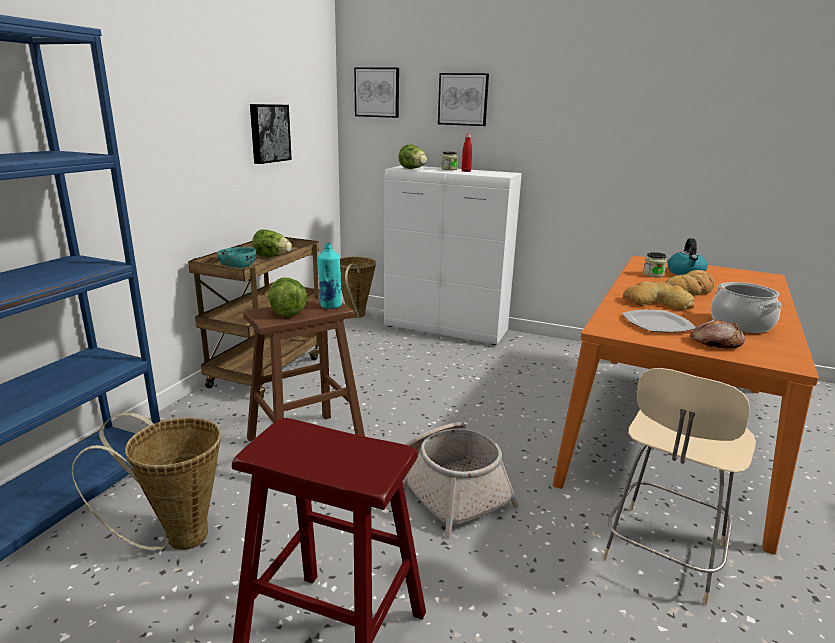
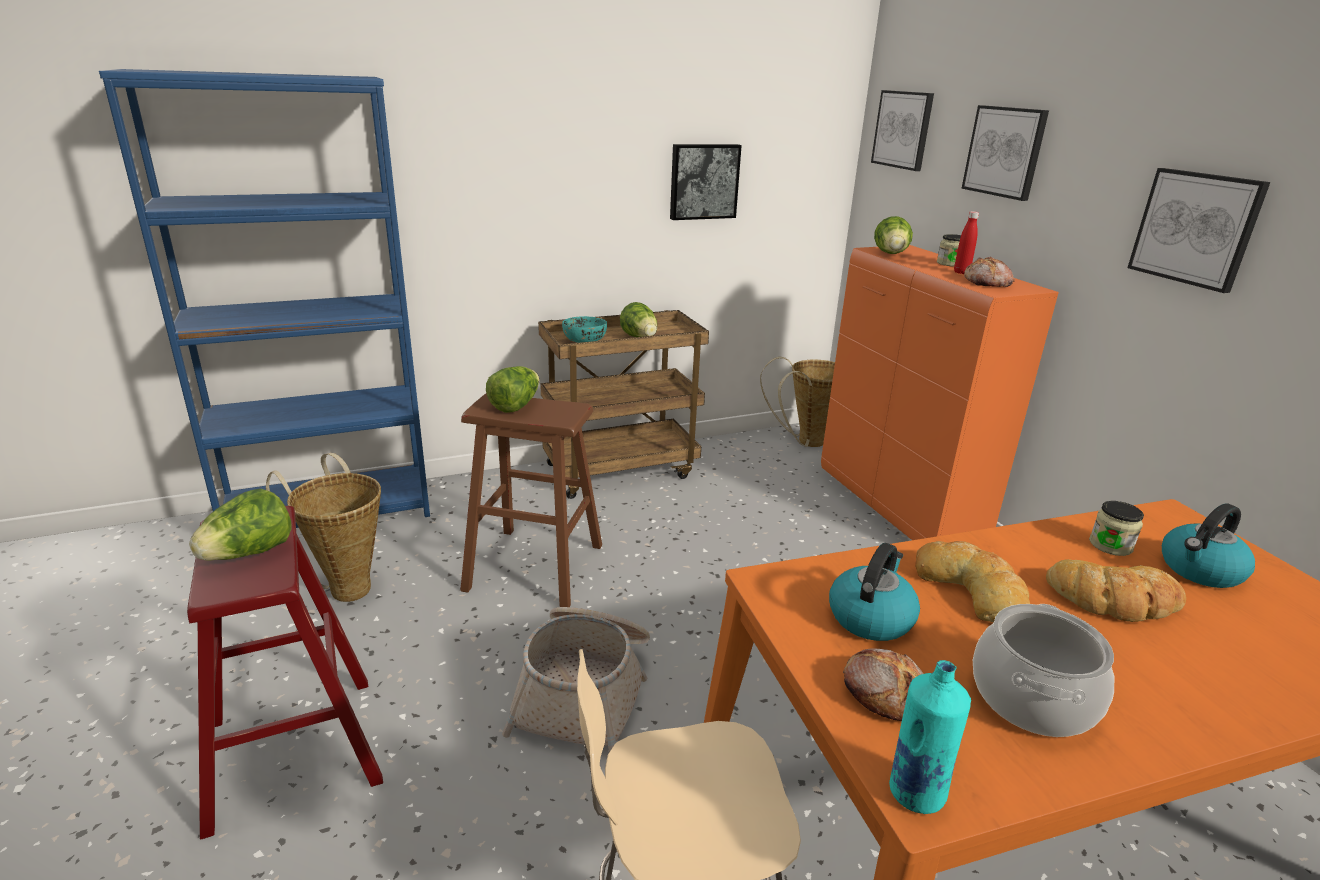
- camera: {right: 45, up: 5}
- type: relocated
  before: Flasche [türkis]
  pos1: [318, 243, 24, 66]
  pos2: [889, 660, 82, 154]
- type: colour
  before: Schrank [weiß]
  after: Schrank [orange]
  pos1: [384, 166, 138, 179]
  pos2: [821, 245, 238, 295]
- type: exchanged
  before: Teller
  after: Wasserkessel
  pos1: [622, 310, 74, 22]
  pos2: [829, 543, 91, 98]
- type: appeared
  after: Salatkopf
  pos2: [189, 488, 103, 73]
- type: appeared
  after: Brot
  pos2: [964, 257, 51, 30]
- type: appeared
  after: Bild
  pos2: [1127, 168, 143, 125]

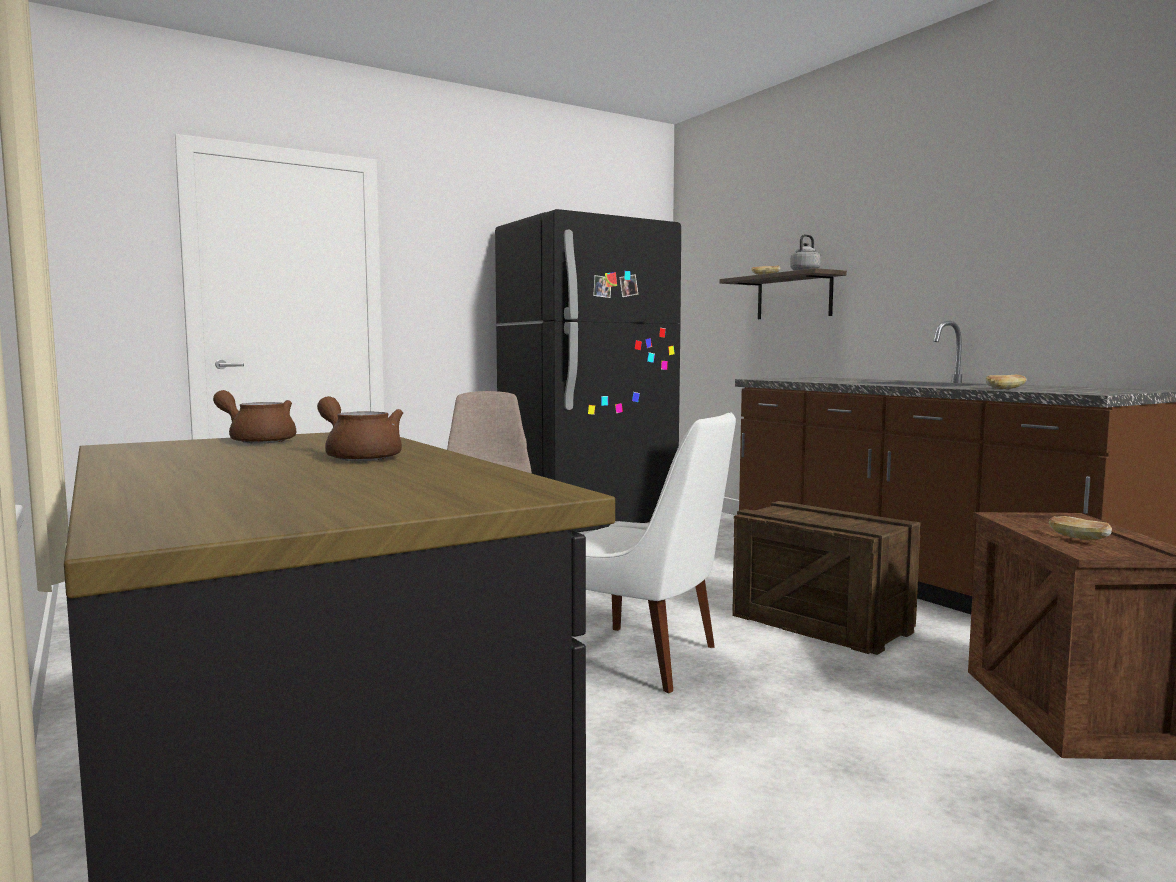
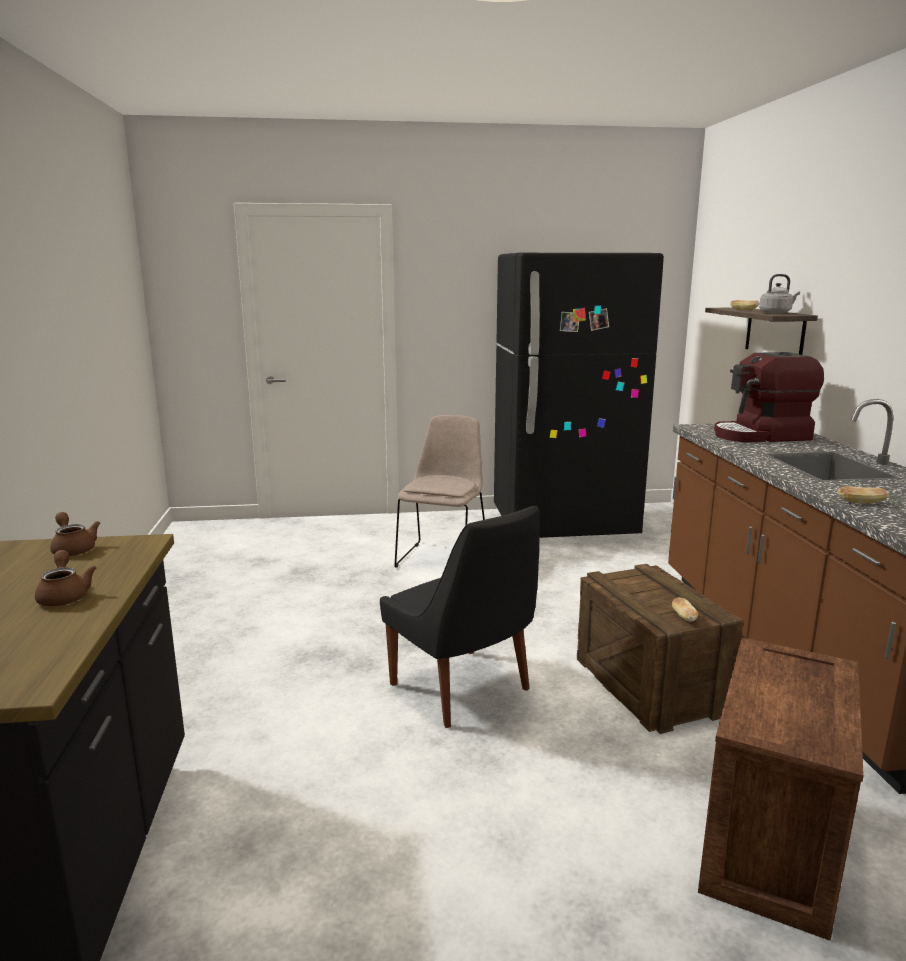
- camera: {right: 25, up: 10}
- type: colour
  before: Stuhl [weiß]
  after: Stuhl [schwarz]
  pos1: [585, 412, 151, 281]
  pos2: [380, 505, 160, 223]
- type: relocated
  before: Brot
  pos1: [1049, 516, 63, 24]
  pos2: [672, 597, 26, 25]
- type: appeared
  after: Kaffeemaschine
  pos2: [714, 352, 110, 91]

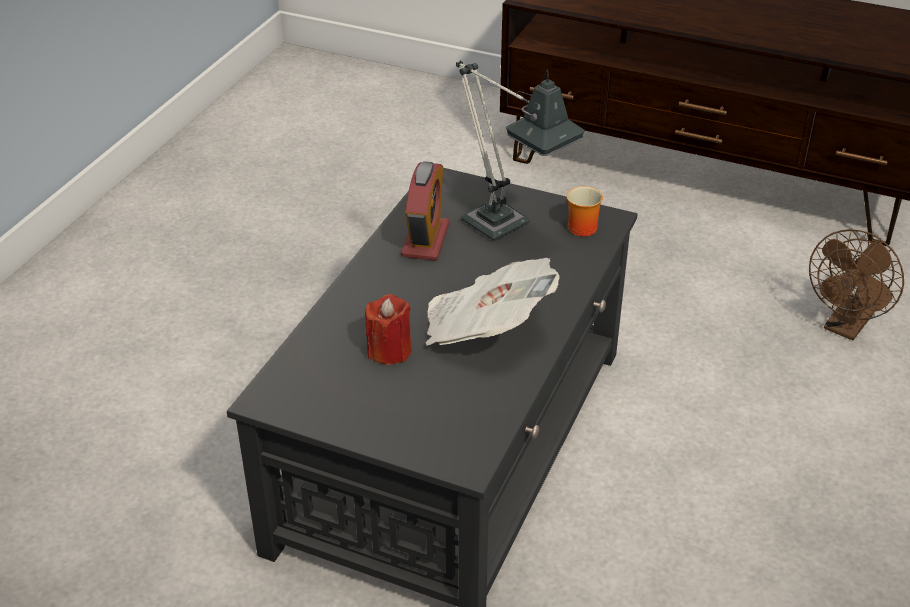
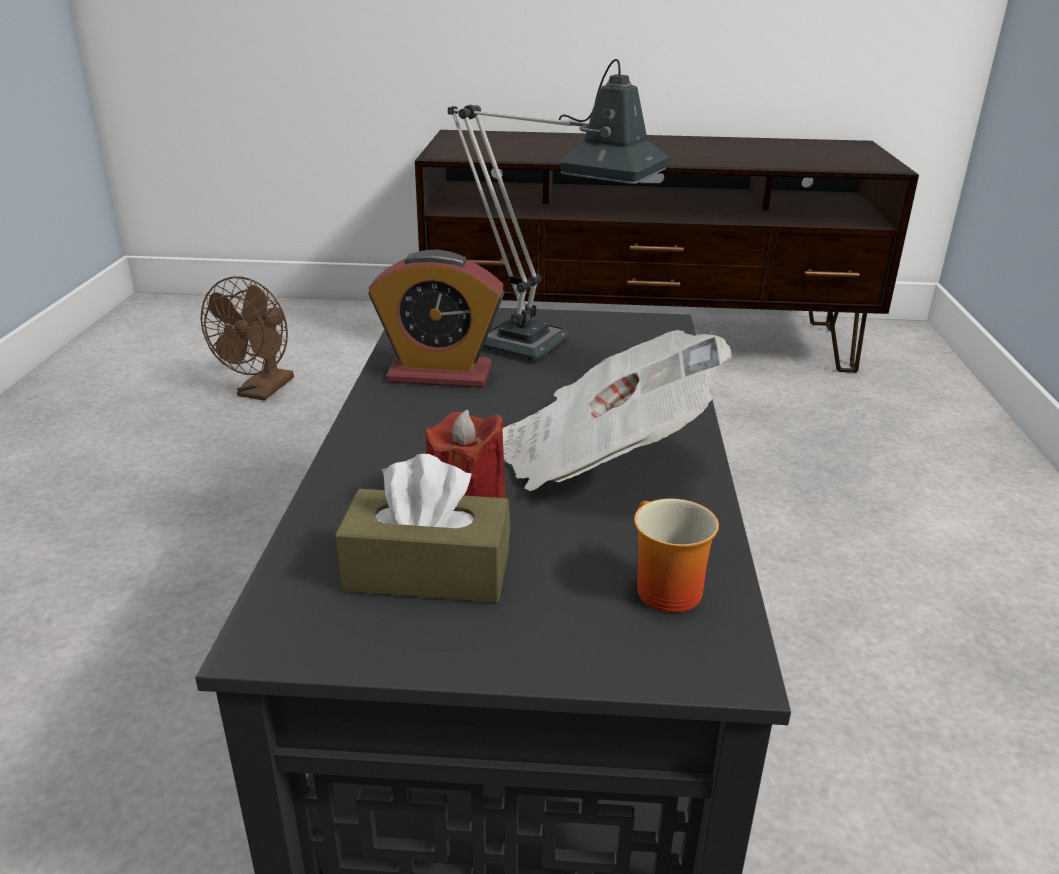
- camera: {right: -20, up: -10}
- type: spun
  before: Wecker
  pos1: [401, 161, 48, 100]
  pos2: [368, 250, 137, 138]
  turn: 105
- type: relocated
  before: Henkelbecher
  pos1: [567, 186, 36, 50]
  pos2: [634, 498, 85, 115]
- type: relocated
  before: Ventilator [braun]
  pos1: [809, 229, 95, 111]
  pos2: [201, 276, 93, 125]
- type: appeared
  after: Taschentuchbox [braun]
  pos2: [335, 454, 175, 149]

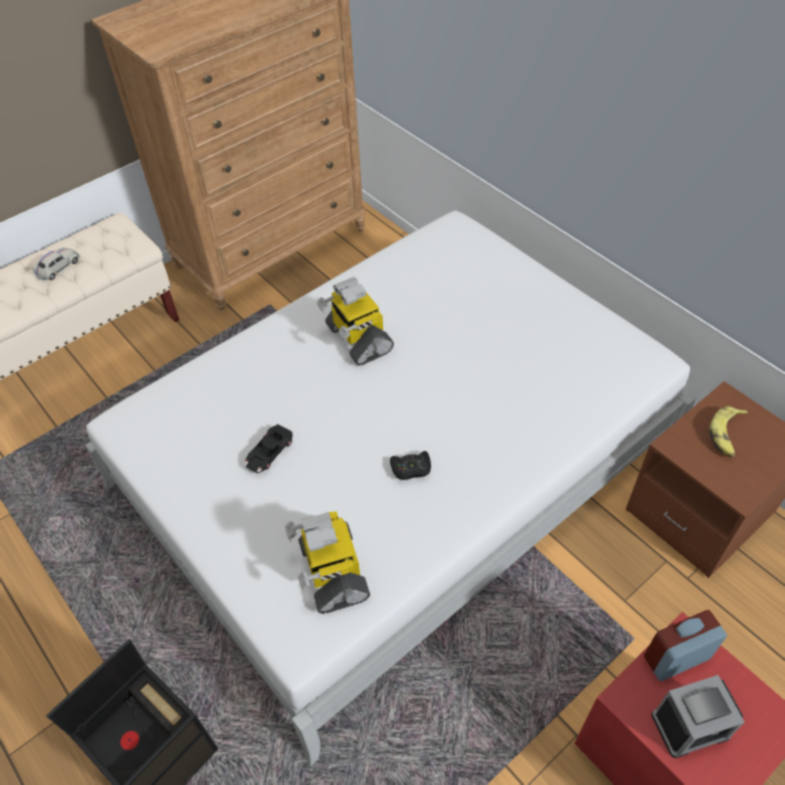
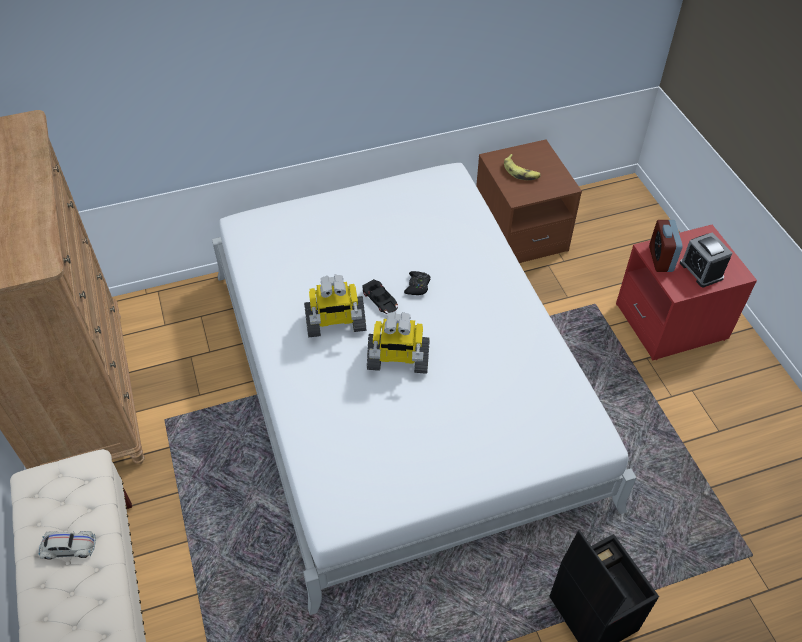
- camera: {right: -70, up: 0}
- type: spun
  before: Spielzeugauto [weiß]
  pos1: [33, 247, 47, 33]
  pos2: [39, 531, 57, 29]
  turn: 120
- type: relocated
  before: Spielzeugauto [schwarz]
  pos1: [245, 424, 48, 49]
  pos2: [362, 279, 36, 35]
- type: relocated
  before: Spielzeugroboter
  pos1: [285, 511, 85, 103]
  pos2: [367, 312, 63, 62]
- type: relocated
  before: Gamepad [schwarz]
  pos1: [390, 451, 41, 29]
  pos2: [404, 271, 26, 24]
- type: spun
  before: Wecker
  pos1: [652, 675, 93, 83]
  pos2: [680, 232, 52, 55]
  turn: 150

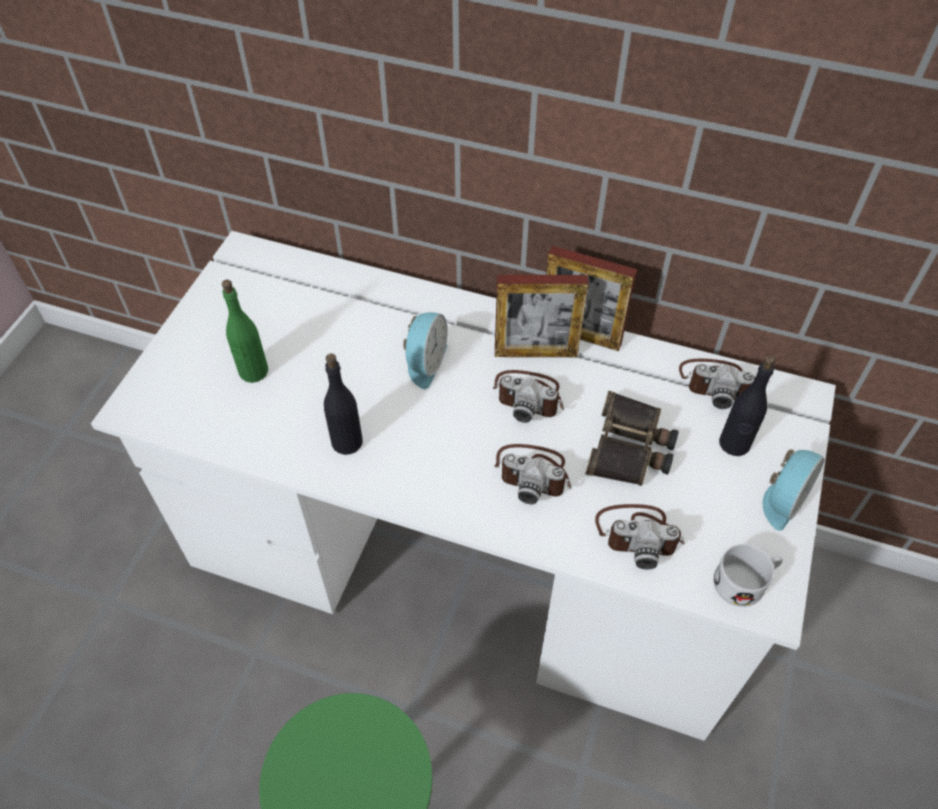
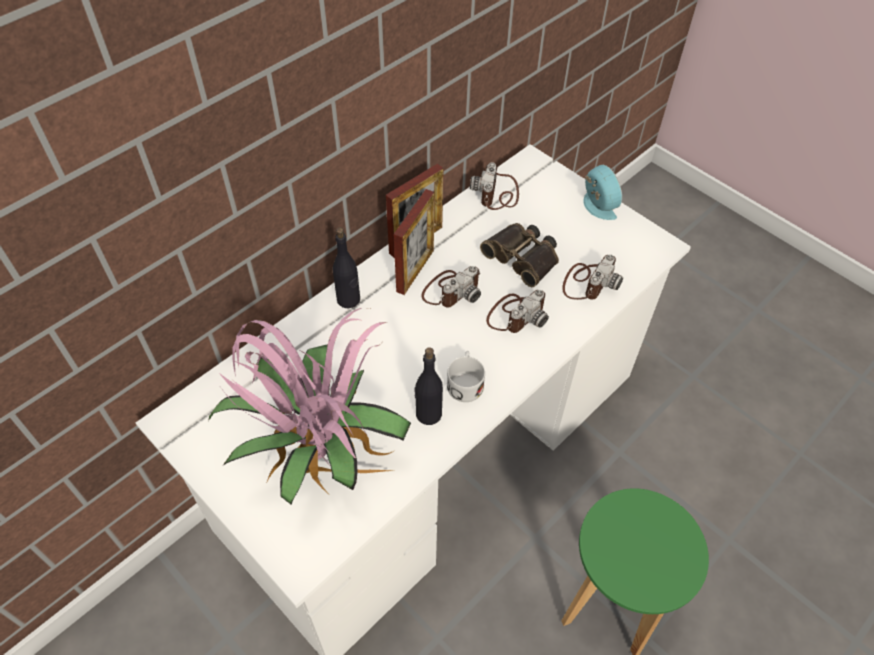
- camera: {right: -65, up: 0}
- type: exchanged
  before: Flasche [grün]
  after: Topfpflanze
  pos1: [222, 280, 46, 103]
  pos2: [208, 308, 203, 197]
- type: missing
  before: Wecker
  pos1: [403, 312, 44, 77]
- type: spun
  before: Kamera
  pos1: [679, 359, 76, 50]
  pos2: [470, 162, 49, 48]
  turn: 150
- type: relocated
  before: Henkelbecher [weiß]
  pos1: [714, 544, 69, 63]
  pos2: [447, 351, 38, 51]
- type: relocated
  before: Flasche [schwarz]
  pos1: [719, 355, 57, 101]
  pos2: [333, 227, 27, 81]

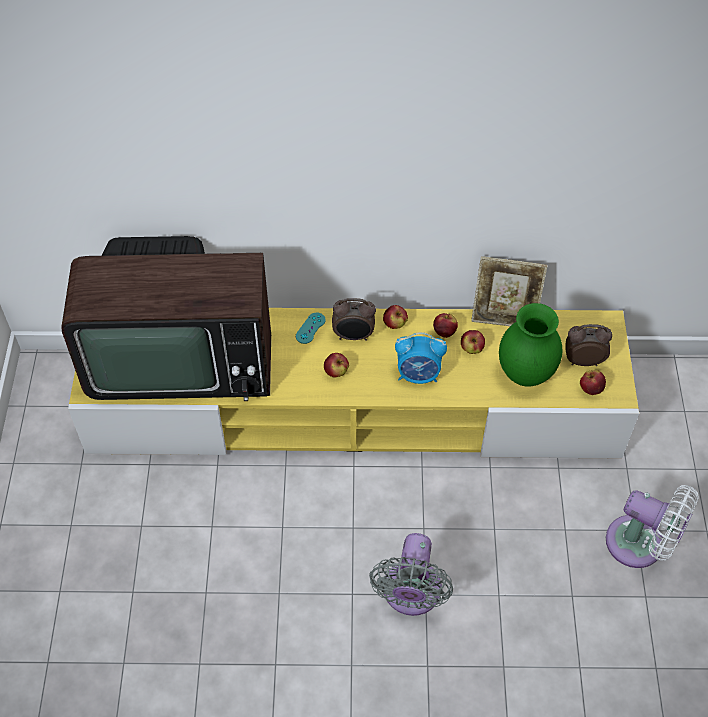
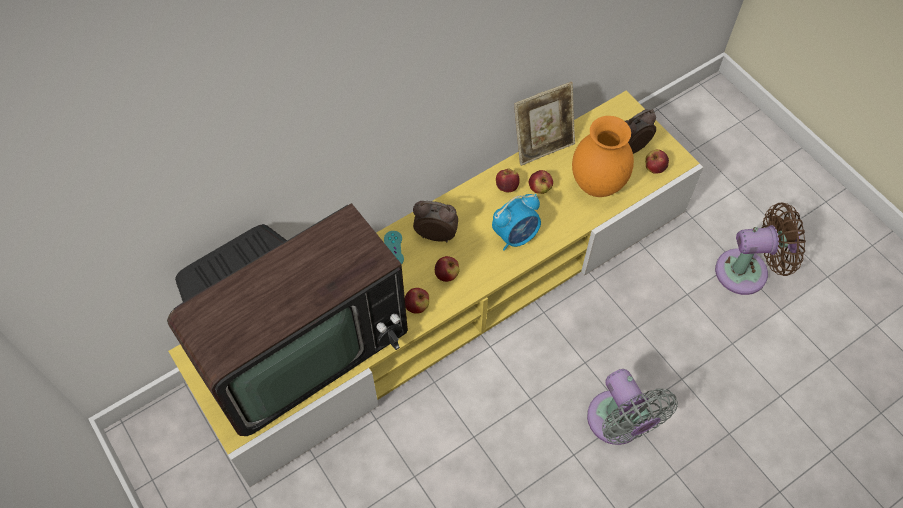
- camera: {right: -35, up: 5}
- type: spun
  before: Wecker
  pos1: [332, 298, 44, 43]
  pos2: [413, 201, 45, 42]
  turn: -135
- type: relocated
  before: Apfel
  pos1: [383, 305, 25, 24]
  pos2: [405, 288, 24, 26]
- type: colour
  before: Vase [grün]
  after: Vase [orange]
  pos1: [499, 303, 63, 84]
  pos2: [572, 116, 62, 81]
- type: colour
  before: Ventilator [weiß]
  after: Ventilator [braun]
  pos1: [606, 485, 93, 83]
  pos2: [715, 203, 91, 92]

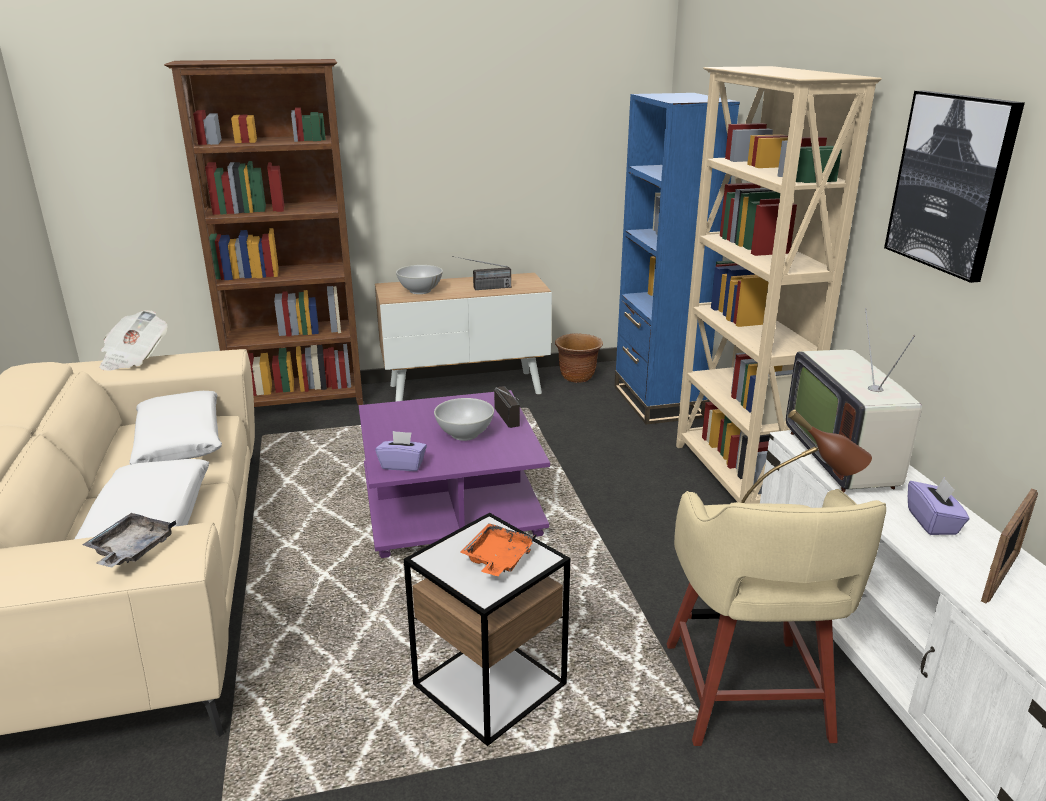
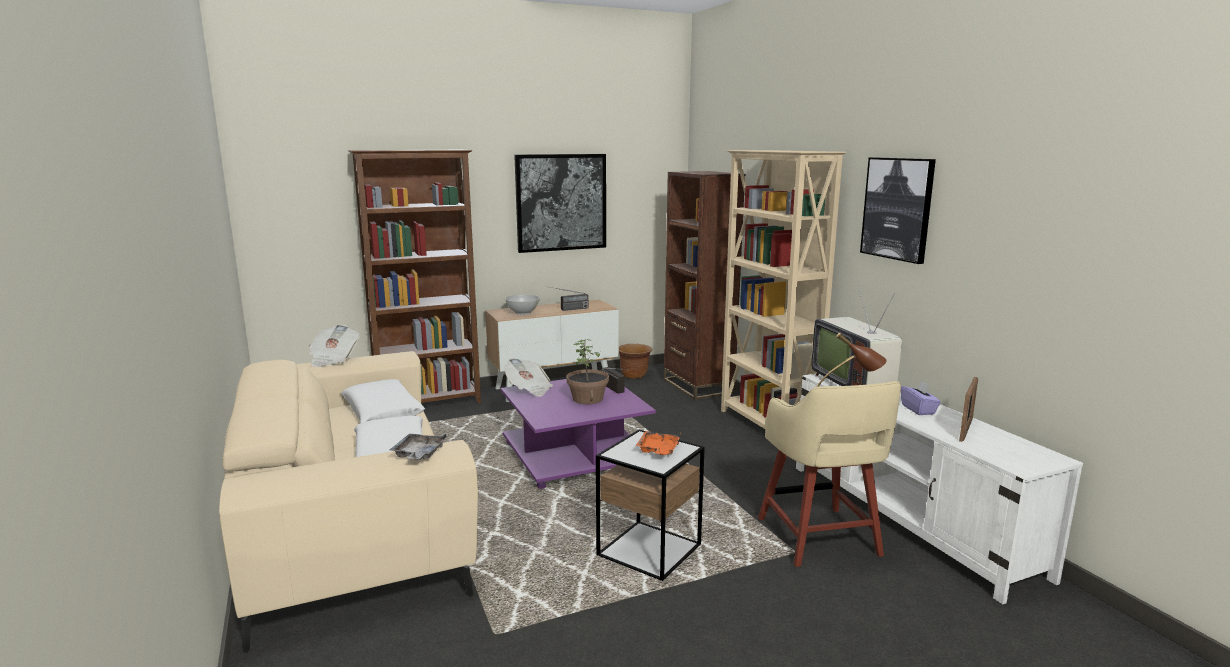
- camera: {right: -10, up: -10}
- type: missing
  before: Taschentuchbox [lila]
  pos1: [375, 431, 52, 40]
- type: exchanged
  before: Schüssel [weiß]
  after: Topfpflanze
  pos1: [434, 398, 60, 43]
  pos2: [567, 339, 42, 65]
- type: colour
  before: Bücherregal [blau]
  after: Bücherregal [braun]
  pos1: [614, 93, 126, 331]
  pos2: [663, 171, 82, 229]
- type: appeared
  after: Zeitung
  pos2: [503, 358, 50, 39]
- type: appeared
  after: Bild
  pos2: [514, 154, 92, 99]

